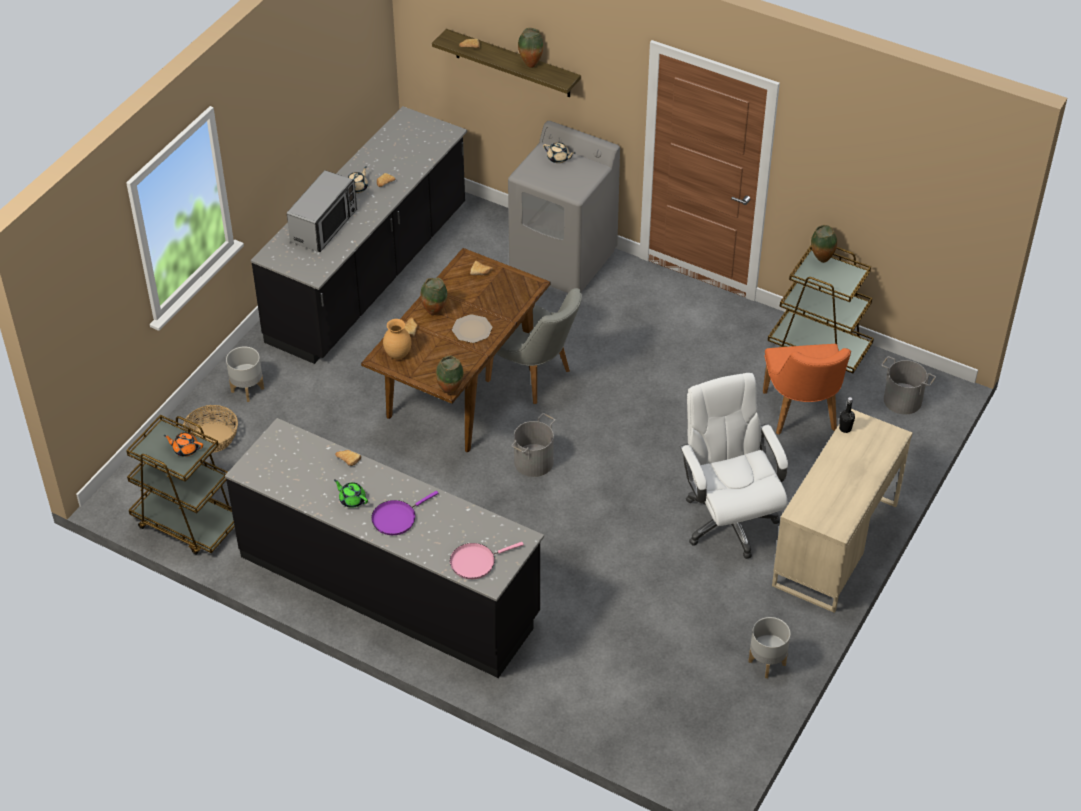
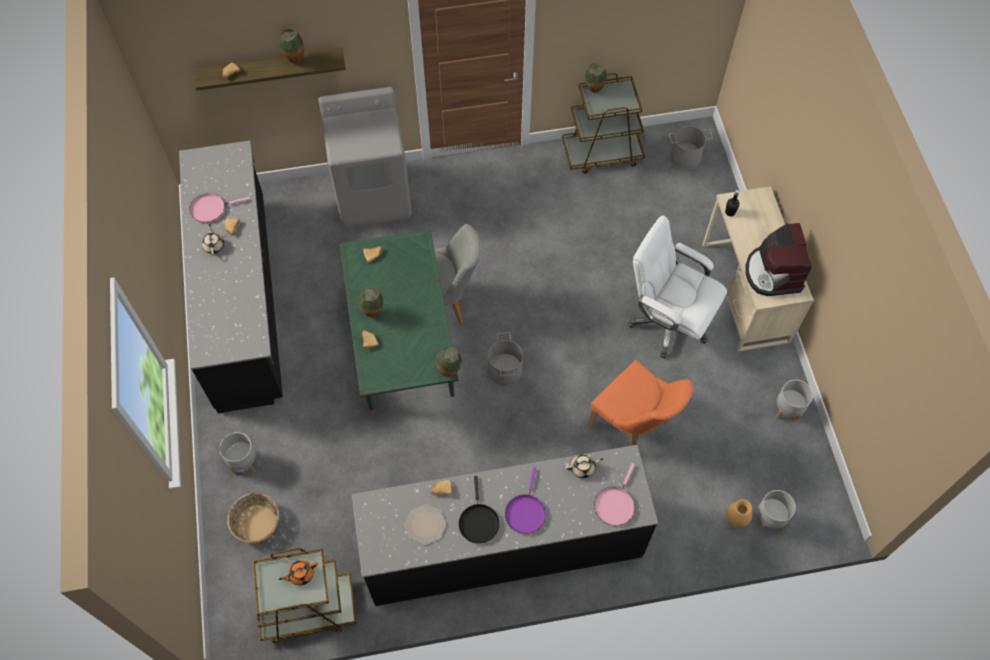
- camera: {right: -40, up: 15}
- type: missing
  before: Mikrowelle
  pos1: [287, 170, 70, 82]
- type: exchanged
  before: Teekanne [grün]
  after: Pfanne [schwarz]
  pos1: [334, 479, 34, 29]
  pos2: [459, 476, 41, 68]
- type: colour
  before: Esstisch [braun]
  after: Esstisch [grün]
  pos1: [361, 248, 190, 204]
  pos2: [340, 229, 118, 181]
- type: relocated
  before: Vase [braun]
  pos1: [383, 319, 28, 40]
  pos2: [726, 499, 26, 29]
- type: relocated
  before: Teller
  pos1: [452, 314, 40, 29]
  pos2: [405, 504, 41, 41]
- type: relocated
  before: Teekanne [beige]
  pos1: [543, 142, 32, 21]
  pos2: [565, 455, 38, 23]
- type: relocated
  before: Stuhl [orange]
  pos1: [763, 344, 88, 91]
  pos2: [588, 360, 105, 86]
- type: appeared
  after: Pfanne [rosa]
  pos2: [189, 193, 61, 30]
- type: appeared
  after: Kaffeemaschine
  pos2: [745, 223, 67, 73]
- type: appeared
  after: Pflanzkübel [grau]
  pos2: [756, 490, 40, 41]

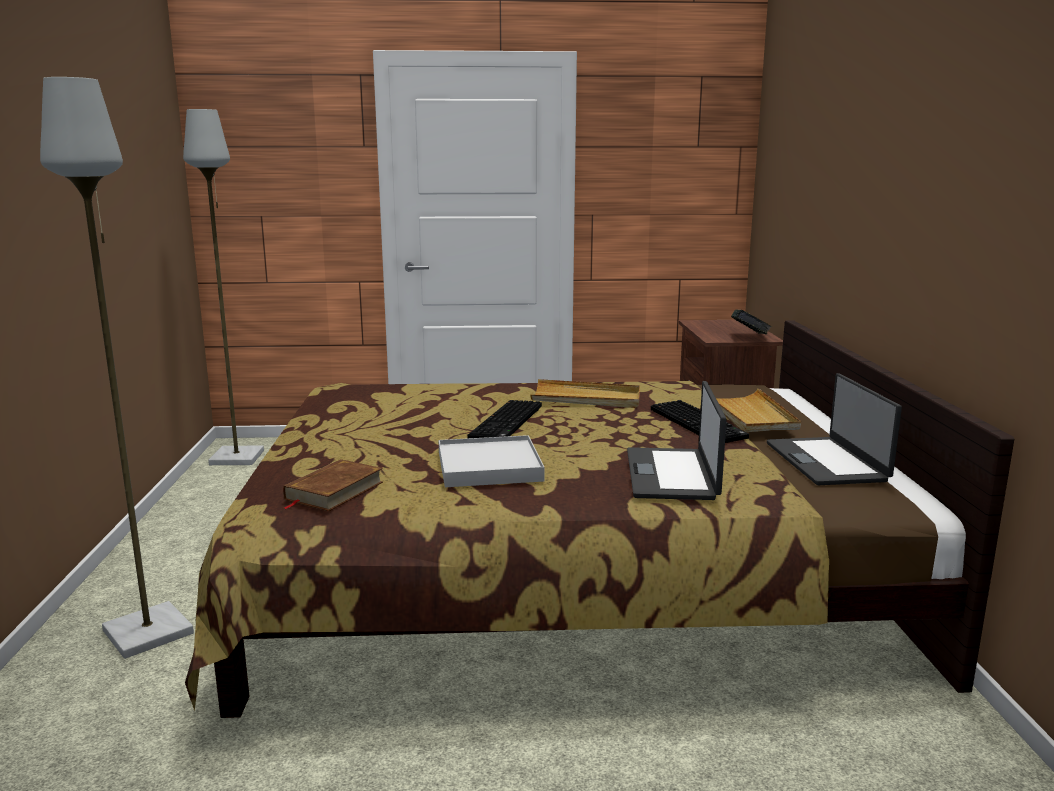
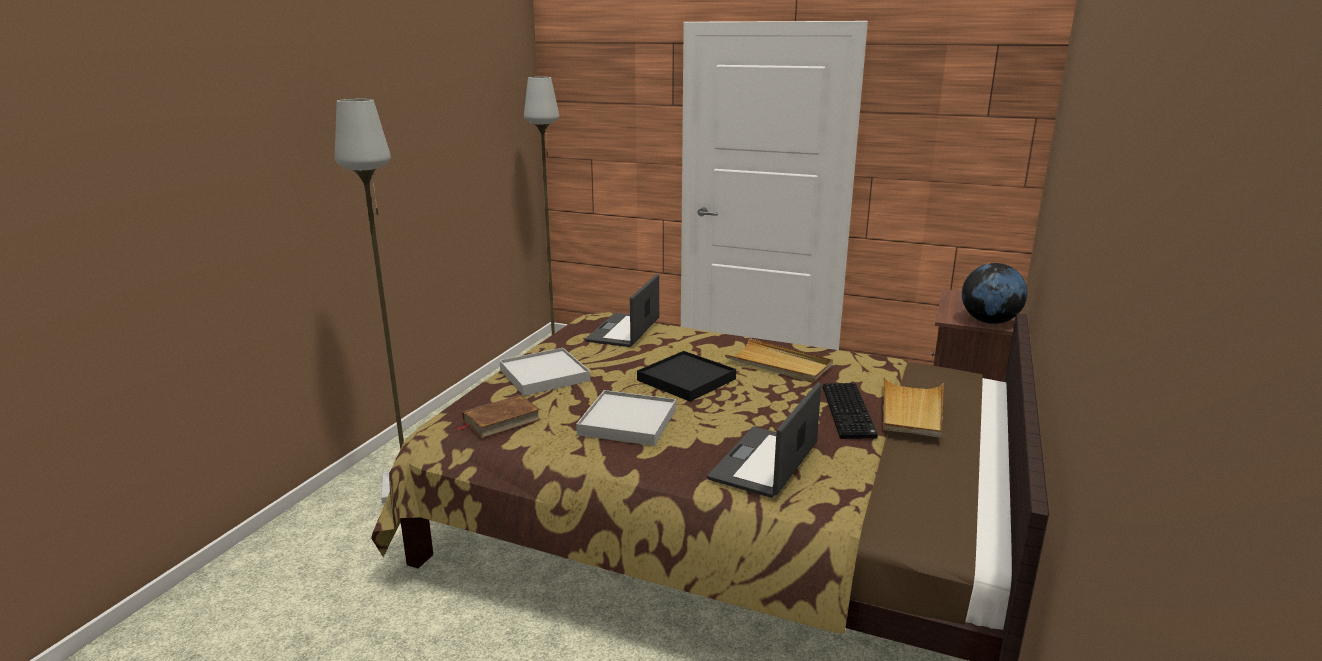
- camera: {right: 25, up: 5}
- type: exchanged
  before: Tastatur
  after: Tablett [schwarz]
  pos1: [467, 400, 75, 38]
  pos2: [637, 351, 99, 51]
- type: exchanged
  before: Buch
  after: Globus
  pos1: [731, 309, 41, 25]
  pos2: [962, 263, 65, 61]
- type: relocated
  before: Laptop
  pos1: [767, 373, 135, 112]
  pos2: [585, 274, 74, 73]
- type: appeared
  after: Tablett [weiß]
  pos2: [499, 348, 91, 48]

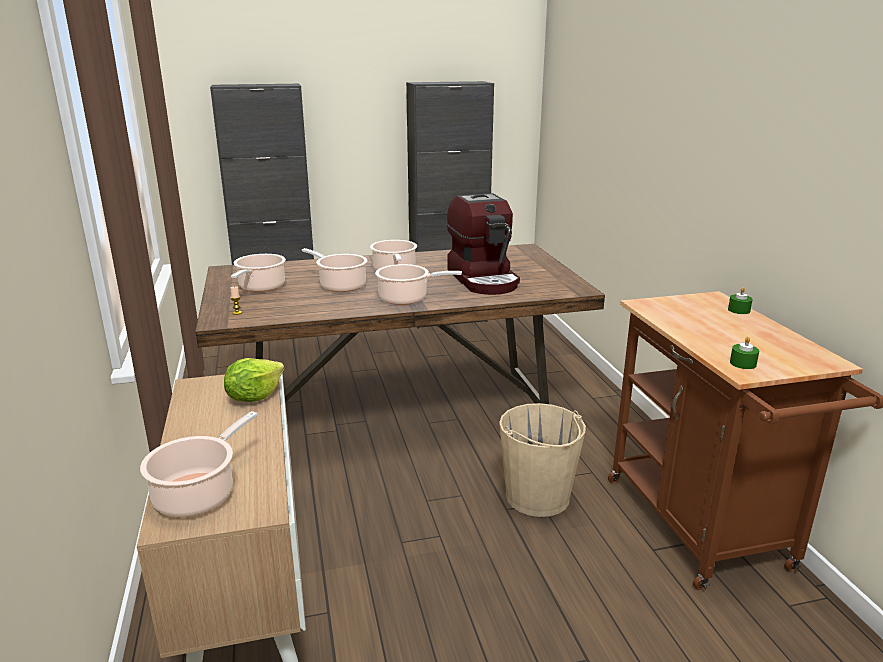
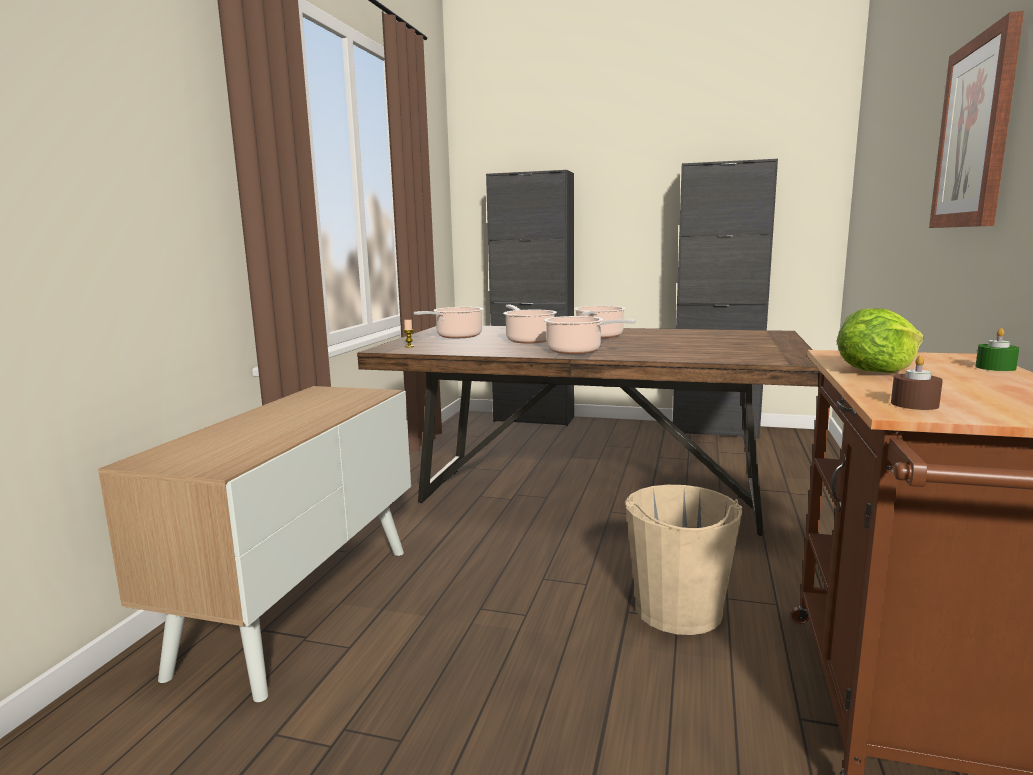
- camera: {right: 30, up: -10}
- type: missing
  before: Kochtopf
  pos1: [140, 411, 118, 106]
- type: relocated
  before: Salatkopf
  pos1: [224, 358, 60, 44]
  pos2: [836, 308, 87, 65]
- type: missing
  before: Kaffeemaschine
  pos1: [447, 193, 73, 102]
- type: colour
  before: Kerze [grün]
  after: Kerze [braun]
  pos1: [730, 336, 29, 33]
  pos2: [891, 355, 52, 55]
- type: appeared
  after: Bild
  pos2: [929, 11, 95, 217]

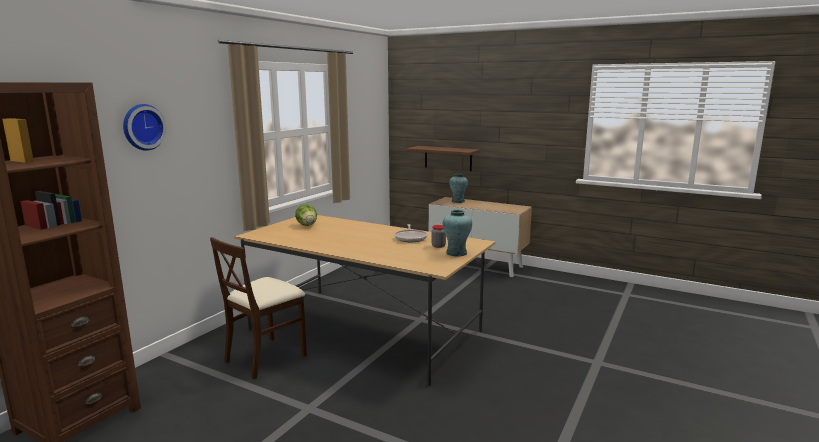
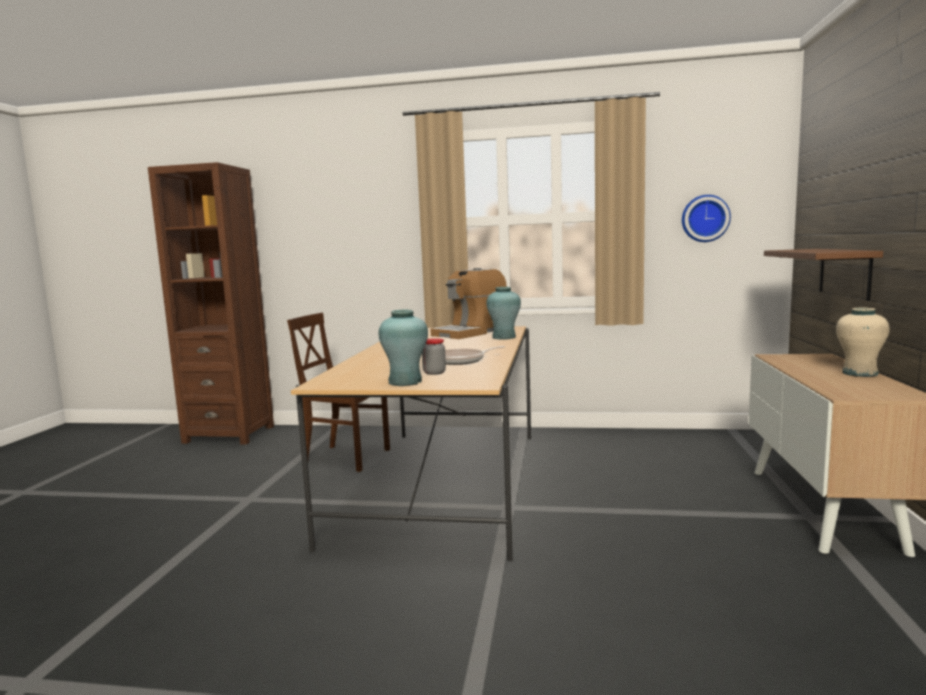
- camera: {right: 70, up: -5}
- type: relocated
  before: Wanduhr
  pos1: [123, 104, 44, 47]
  pos2: [682, 195, 49, 47]
- type: exchanged
  before: Salatkopf
  after: Kaffeemaschine
  pos1: [295, 205, 22, 21]
  pos2: [430, 268, 77, 71]
- type: relocated
  before: Vase [türkis]
  pos1: [449, 173, 19, 30]
  pos2: [486, 287, 35, 52]
- type: appeared
  after: Vase [beige]
  pos2: [836, 308, 54, 69]

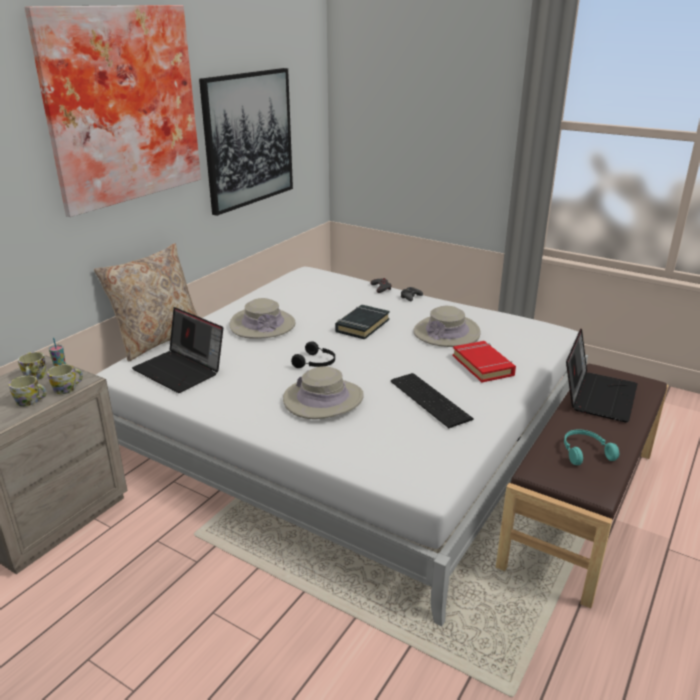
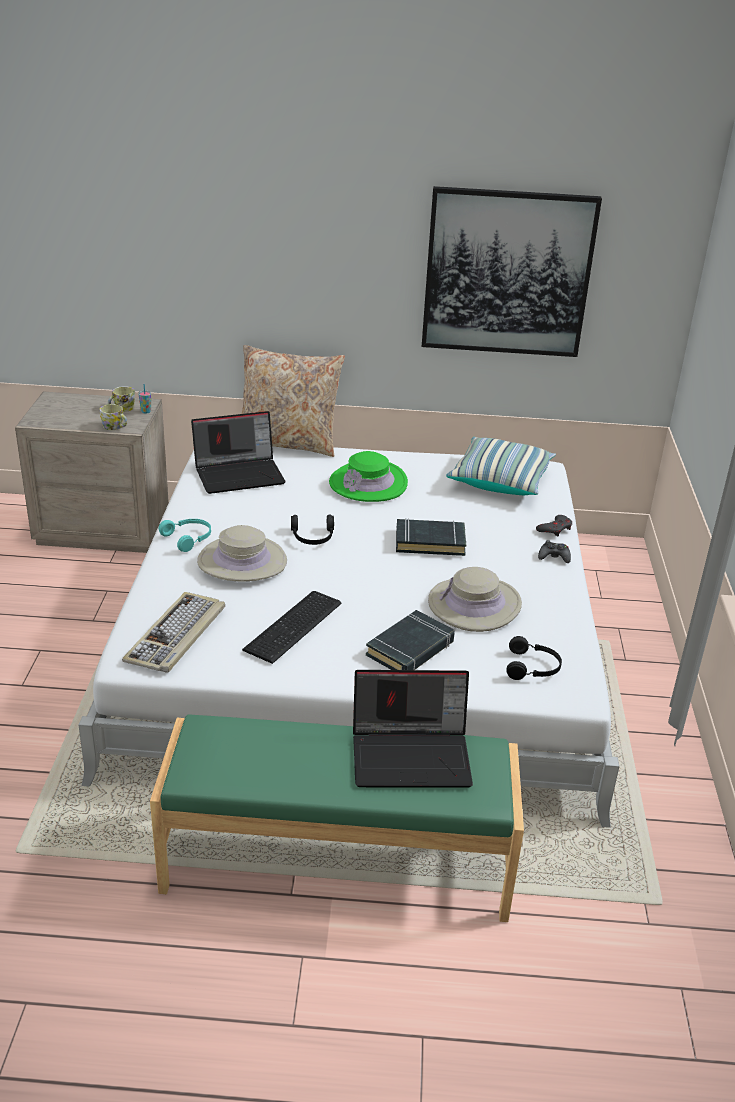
- camera: {right: 60, up: 5}
- type: missing
  before: Henkelbecher
  pos1: [9, 375, 38, 32]
- type: missing
  before: Bild
  pos1: [25, 5, 176, 212]
- type: spun
  before: Laptop
  pos1: [132, 307, 91, 86]
  pos2: [191, 411, 95, 83]
  turn: -120
- type: colour
  before: Hut [beige]
  after: Hut [grün]
  pos1: [229, 298, 66, 41]
  pos2: [329, 451, 79, 51]
- type: colour
  before: Buch [rot]
  after: Buch [schwarz]
  pos1: [453, 341, 63, 41]
  pos2: [366, 610, 89, 60]
- type: colour
  before: Bank [braun]
  after: Bank [grün]
  pos1: [496, 364, 172, 244]
  pos2: [150, 714, 374, 208]
- type: relocated
  before: Kopfhörer [türkis]
  pos1: [564, 429, 55, 36]
  pos2: [159, 519, 52, 33]
- type: appeared
  after: Tastatur
  pos2: [122, 592, 103, 81]
- type: appeared
  after: Kissen
  pos2: [446, 437, 110, 58]
- type: appeared
  after: Kopfhörer [schwarz]
  pos2: [506, 636, 56, 44]

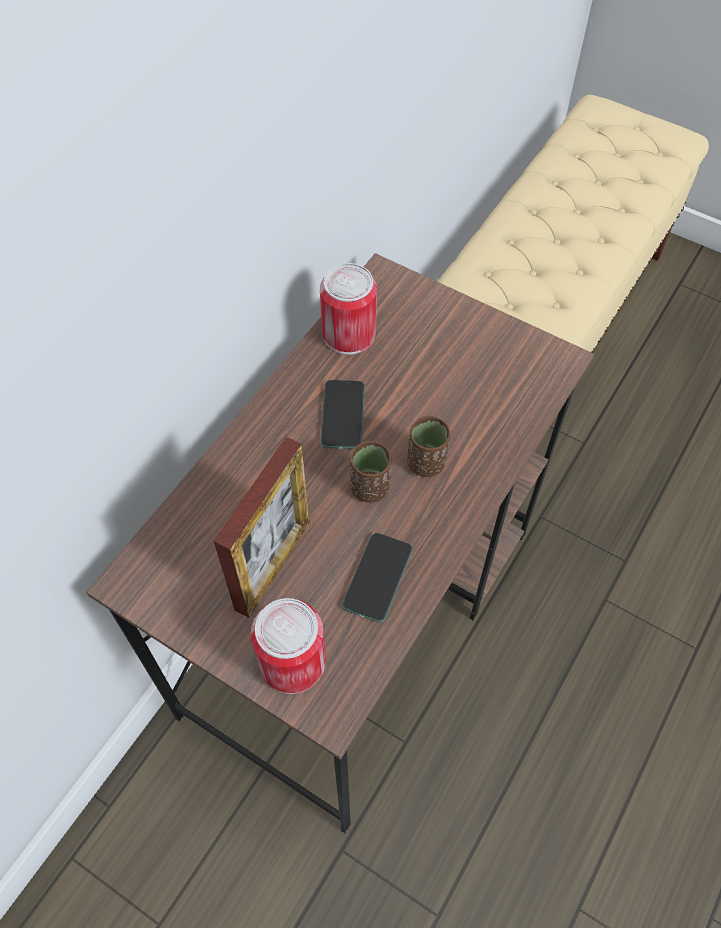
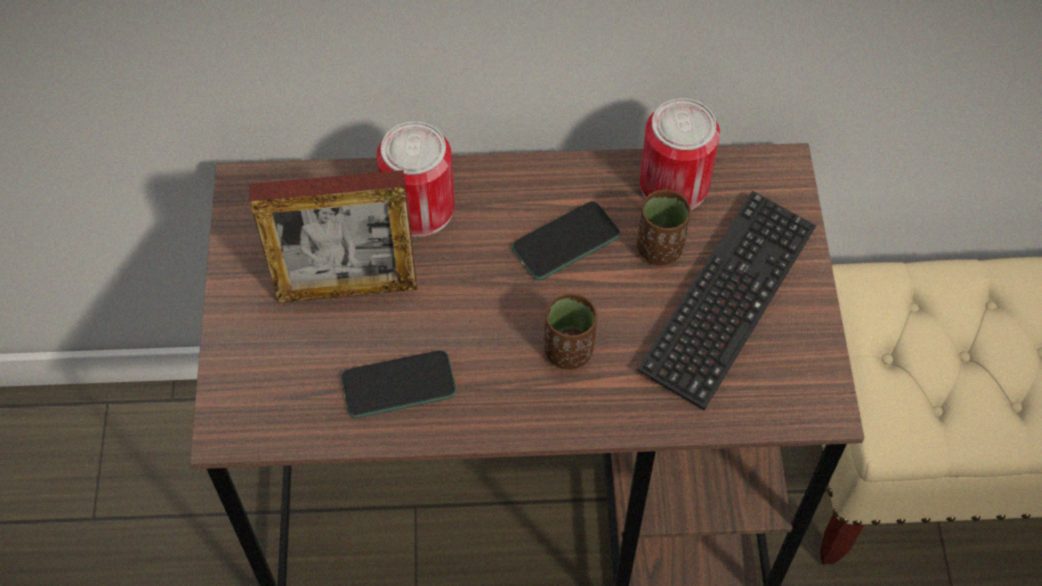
- camera: {right: 55, up: 0}
- type: relocated
  before: Dose
  pos1: [251, 598, 75, 96]
  pos2: [376, 121, 79, 116]
- type: relocated
  before: Tasse [braun]
  pos1: [350, 441, 41, 62]
  pos2: [637, 190, 54, 75]
- type: appeared
  after: Tastatur
  pos2: [637, 191, 179, 219]

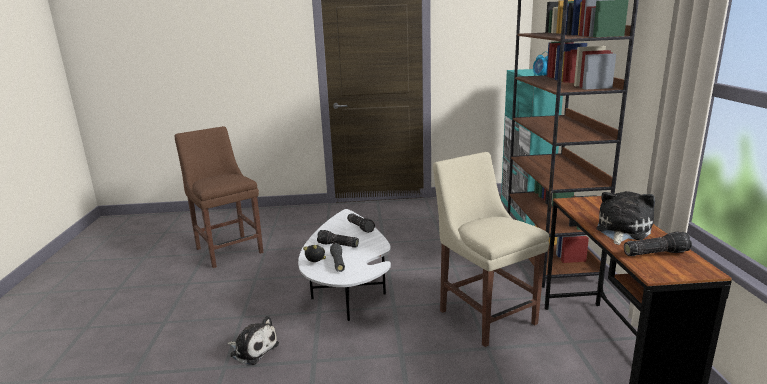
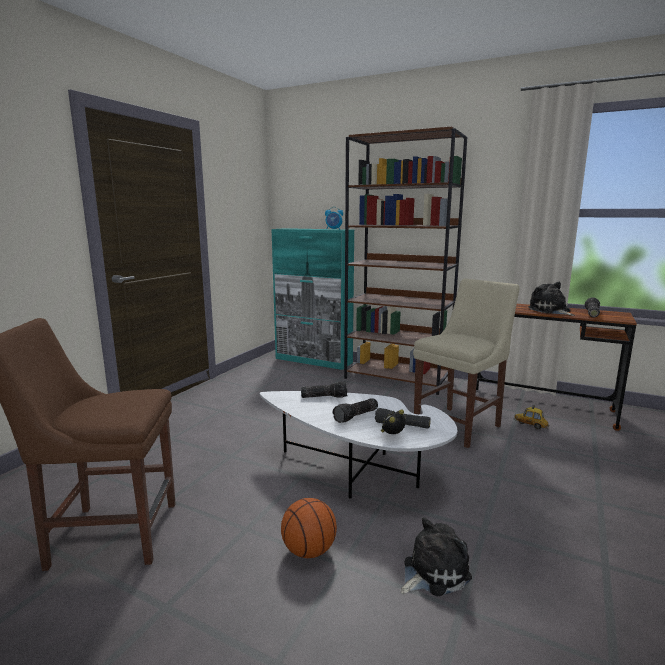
- camera: {right: -60, up: -5}
- type: spun
  before: Stuhl [beige]
  pos1: [433, 152, 116, 195]
  pos2: [413, 278, 106, 170]
  turn: 135
- type: appeared
  after: Basketball
  pos2: [281, 498, 56, 60]
- type: appeared
  after: Spielzeugauto
  pos2: [514, 405, 35, 24]

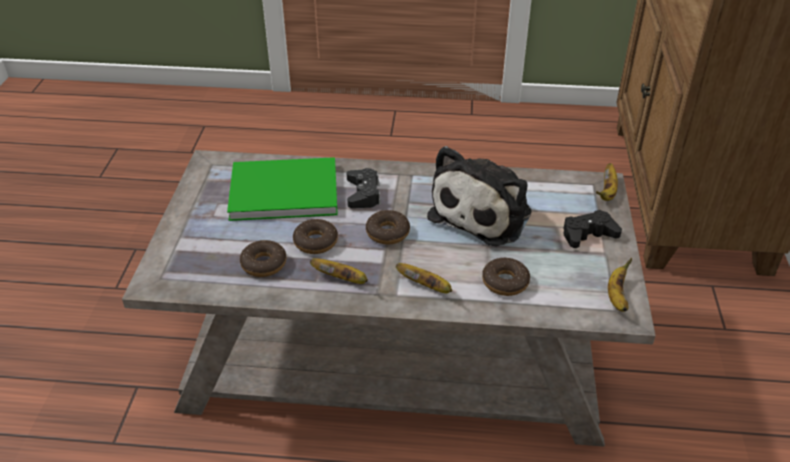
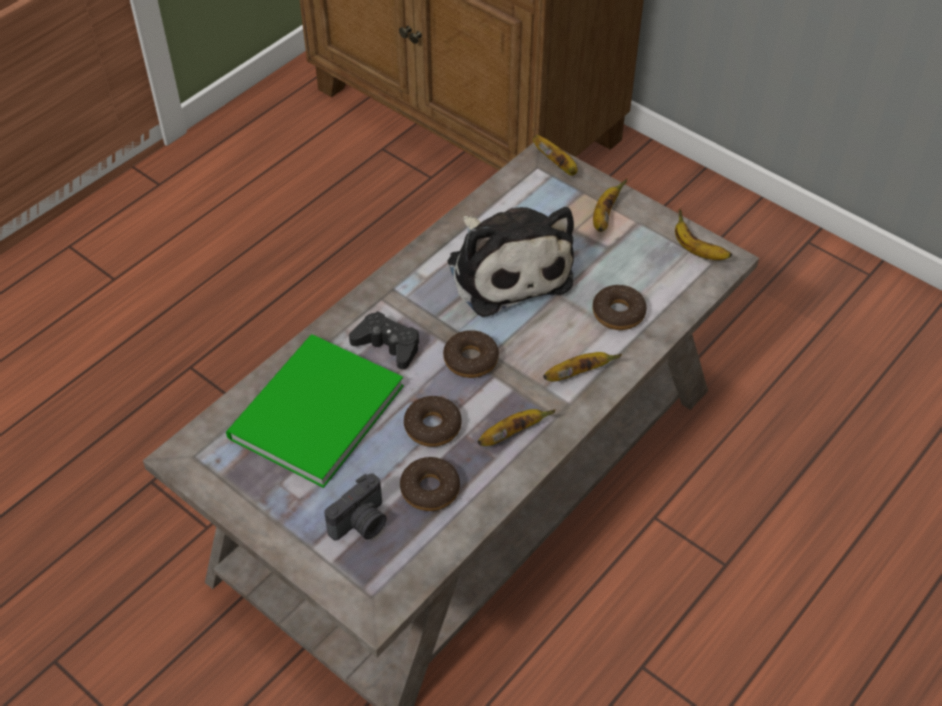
- camera: {right: -55, up: 10}
- type: exchanged
  before: Gamepad [schwarz]
  after: Banane
  pos1: [563, 210, 59, 38]
  pos2: [593, 178, 34, 54]
- type: appeared
  after: Kamera
  pos2: [324, 473, 62, 68]

